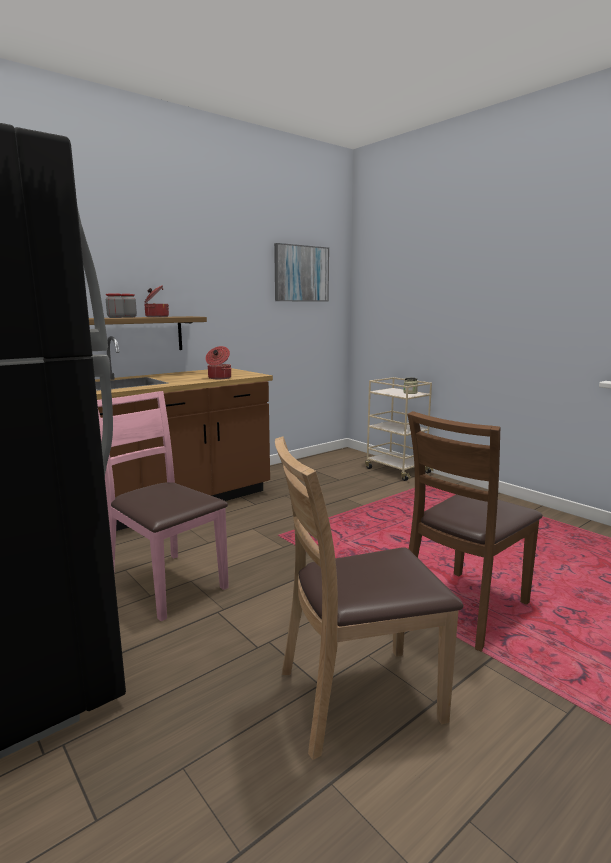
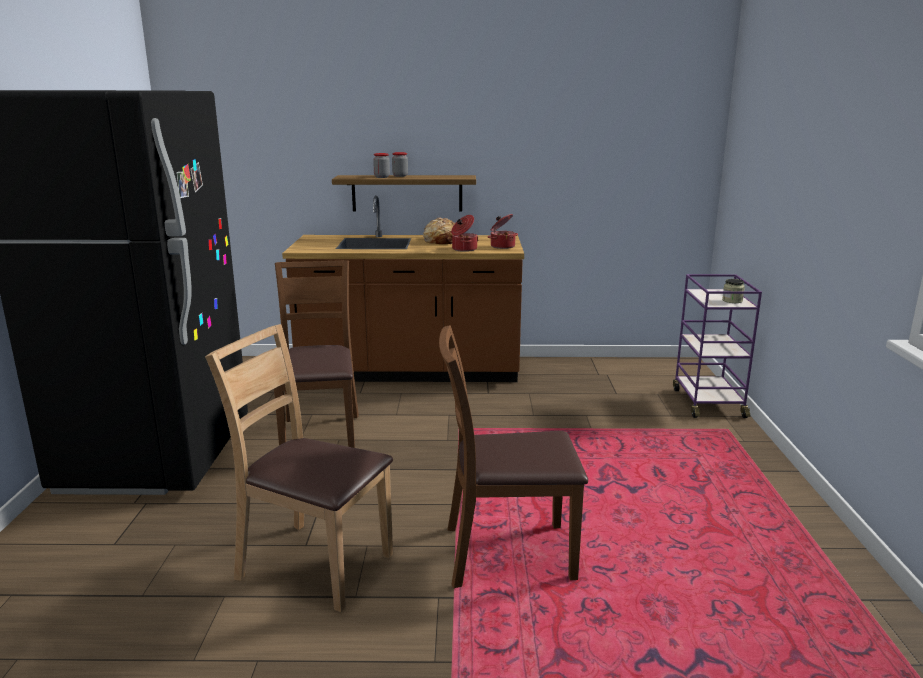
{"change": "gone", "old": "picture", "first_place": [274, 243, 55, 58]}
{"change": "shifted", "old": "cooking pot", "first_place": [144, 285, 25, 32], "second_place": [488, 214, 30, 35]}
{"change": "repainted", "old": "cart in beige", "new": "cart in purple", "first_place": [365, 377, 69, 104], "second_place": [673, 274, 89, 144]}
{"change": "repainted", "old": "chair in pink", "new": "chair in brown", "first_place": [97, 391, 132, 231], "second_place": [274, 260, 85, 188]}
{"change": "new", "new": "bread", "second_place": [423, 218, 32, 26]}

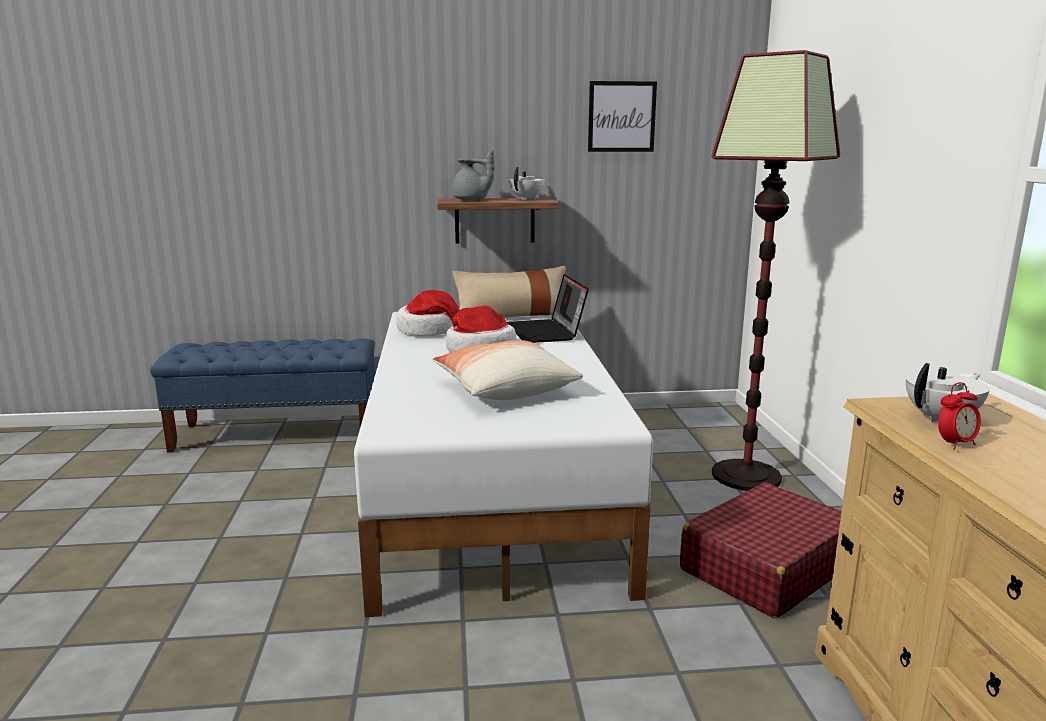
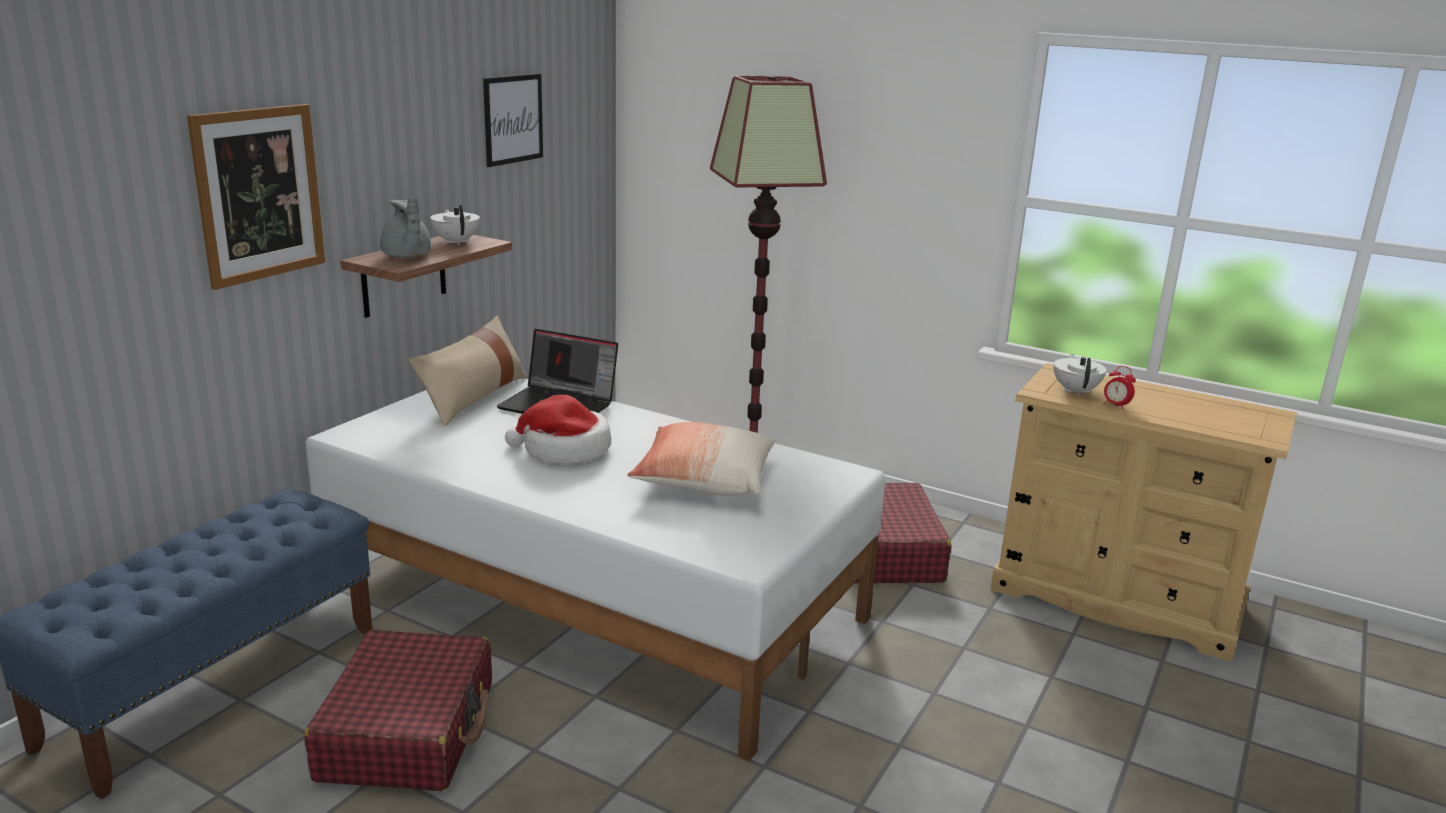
{"change": "rotated", "old": "teapot in grey", "first_place": [452, 150, 43, 50], "second_place": [380, 196, 51, 62], "degrees": 90}
{"change": "gone", "old": "hat", "first_place": [396, 290, 63, 45]}
{"change": "rotated", "old": "alarm clock", "first_place": [938, 382, 43, 68], "second_place": [1104, 366, 32, 44], "degrees": 120}
{"change": "new", "new": "picture", "second_place": [187, 104, 138, 186]}
{"change": "new", "new": "suitcase in red", "second_place": [304, 630, 188, 161]}

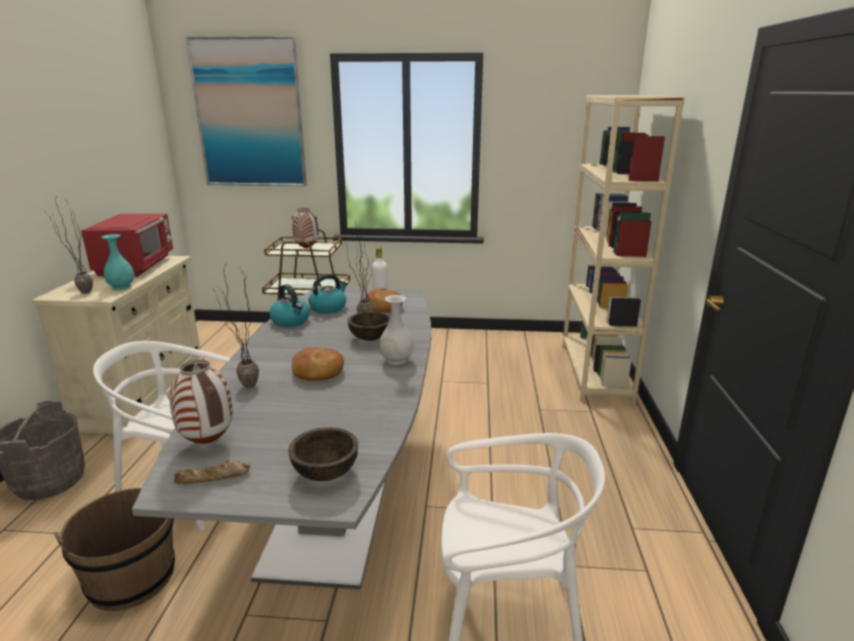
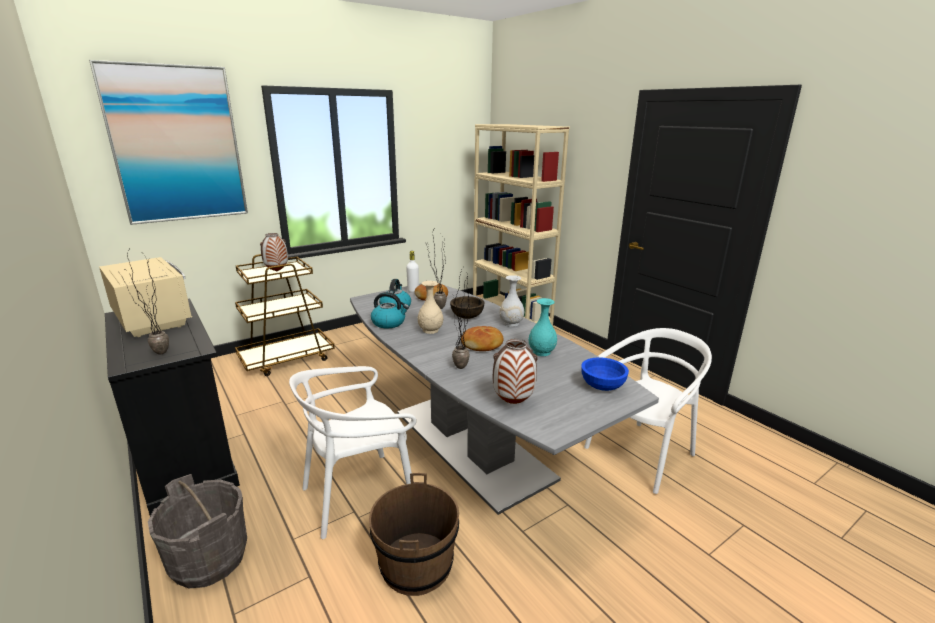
{"change": "repainted", "old": "microwave in red", "new": "microwave in beige", "first_place": [81, 213, 92, 64], "second_place": [99, 257, 93, 80]}
{"change": "shifted", "old": "vase in turquoise", "first_place": [102, 234, 32, 56], "second_place": [529, 298, 28, 58]}
{"change": "repainted", "old": "cabinet in beige", "new": "cabinet in black", "first_place": [31, 256, 174, 178], "second_place": [105, 298, 135, 218]}
{"change": "repainted", "old": "bowl in brown", "new": "bowl in blue", "first_place": [288, 427, 70, 54], "second_place": [581, 357, 48, 34]}
{"change": "gone", "old": "bread", "first_place": [174, 460, 76, 24]}
{"change": "new", "new": "vase in beige", "second_place": [418, 281, 25, 53]}

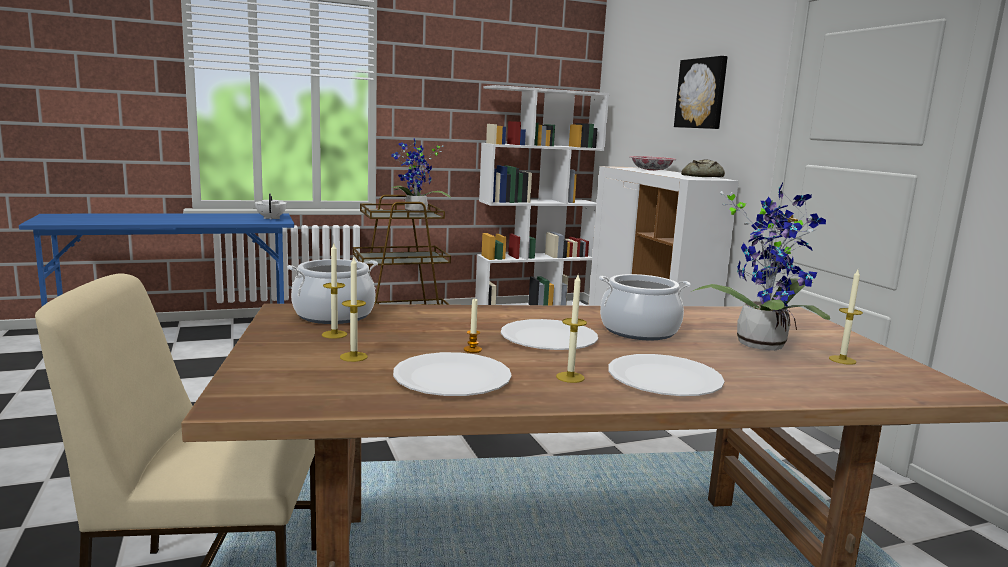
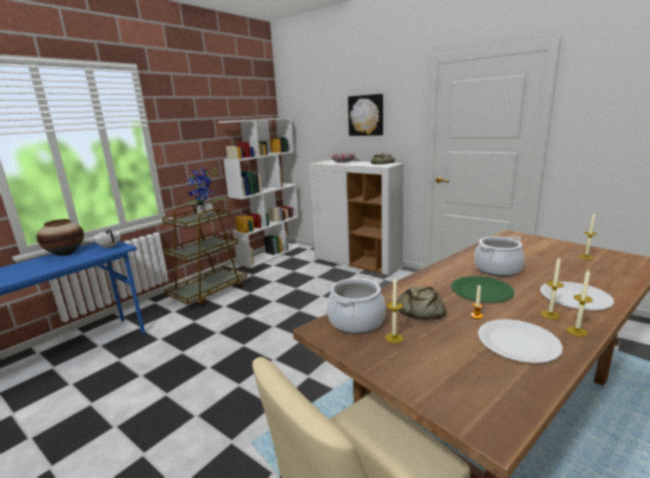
{"change": "gone", "old": "potted plant", "first_place": [691, 182, 139, 169]}
{"change": "shifted", "old": "candle", "first_place": [340, 257, 28, 105], "second_place": [566, 269, 27, 68]}
{"change": "repainted", "old": "plate in white", "new": "plate in green", "first_place": [501, 319, 97, 31], "second_place": [451, 276, 63, 27]}
{"change": "new", "new": "vase", "second_place": [37, 219, 47, 37]}
{"change": "new", "new": "bread", "second_place": [397, 287, 49, 33]}

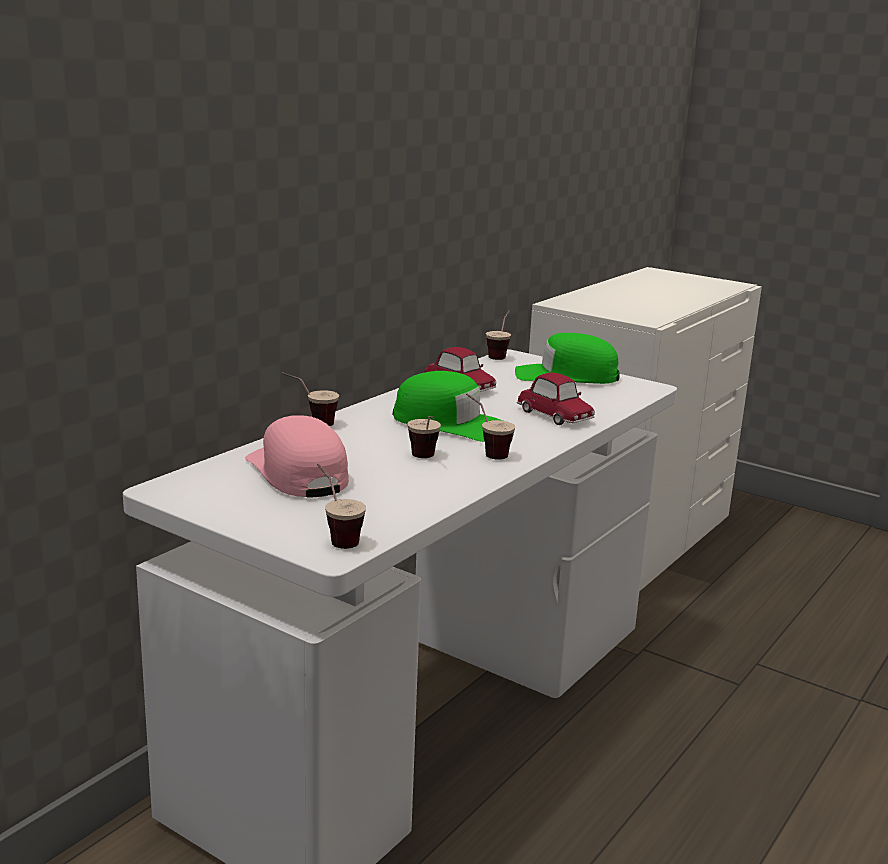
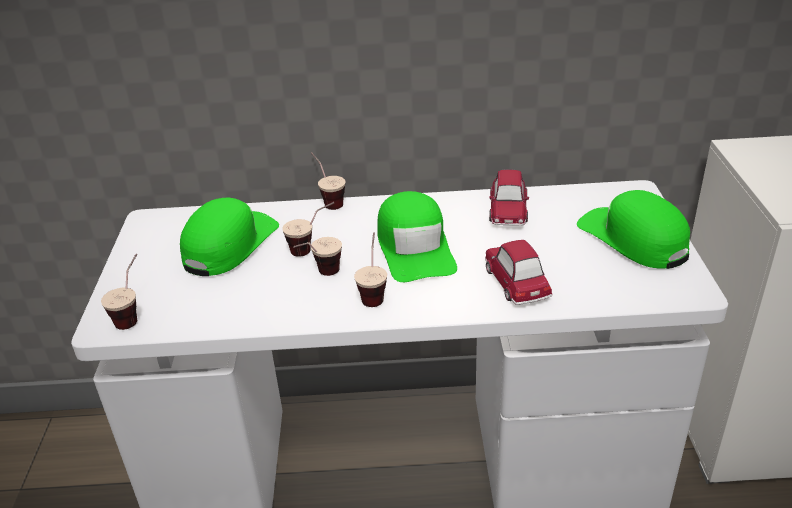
{"change": "shifted", "old": "cup", "first_place": [486, 310, 25, 50], "second_place": [282, 202, 52, 55]}
{"change": "rotated", "old": "toy car", "first_place": [517, 373, 78, 52], "second_place": [485, 240, 68, 65], "degrees": 150}
{"change": "repainted", "old": "cap in pink", "new": "cap in green", "first_place": [245, 415, 104, 83], "second_place": [180, 197, 99, 79]}

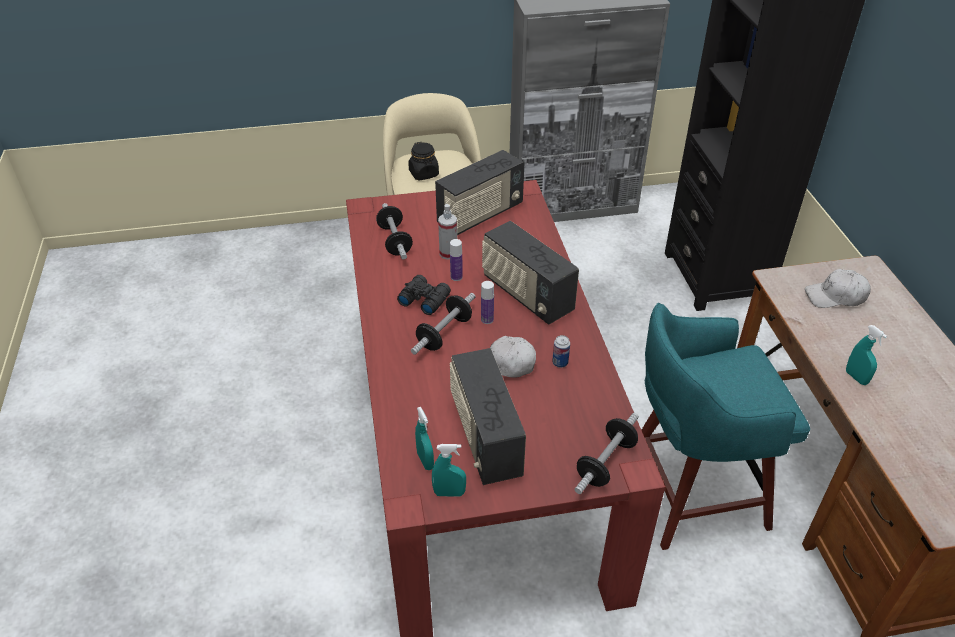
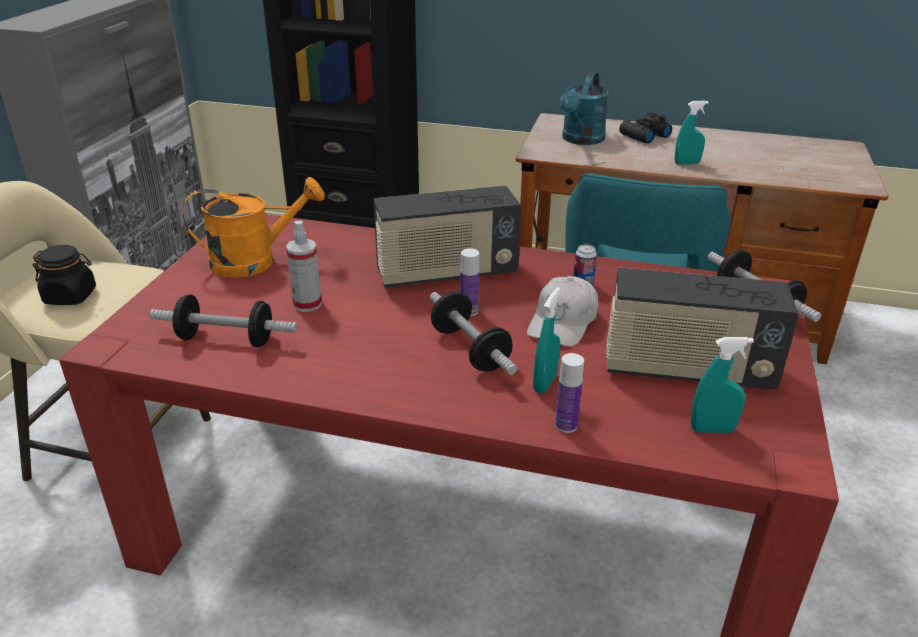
{"change": "swapped", "old": "radio", "new": "watering can in orange", "first_place": [435, 150, 89, 85], "second_place": [182, 177, 143, 101]}
{"change": "shifted", "old": "bottle", "first_place": [450, 239, 13, 42], "second_place": [555, 353, 29, 80]}
{"change": "swapped", "old": "cap in white", "new": "watering can in turquoise", "first_place": [805, 269, 66, 39], "second_place": [559, 72, 50, 73]}
{"change": "shifted", "old": "binoculars in black", "first_place": [397, 275, 54, 40], "second_place": [619, 112, 53, 31]}
{"change": "shifted", "old": "spray bottle in turquoise", "first_place": [432, 444, 34, 53], "second_place": [533, 287, 28, 106]}

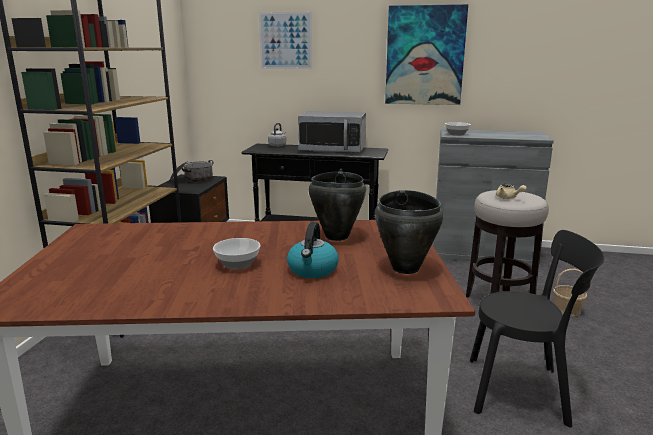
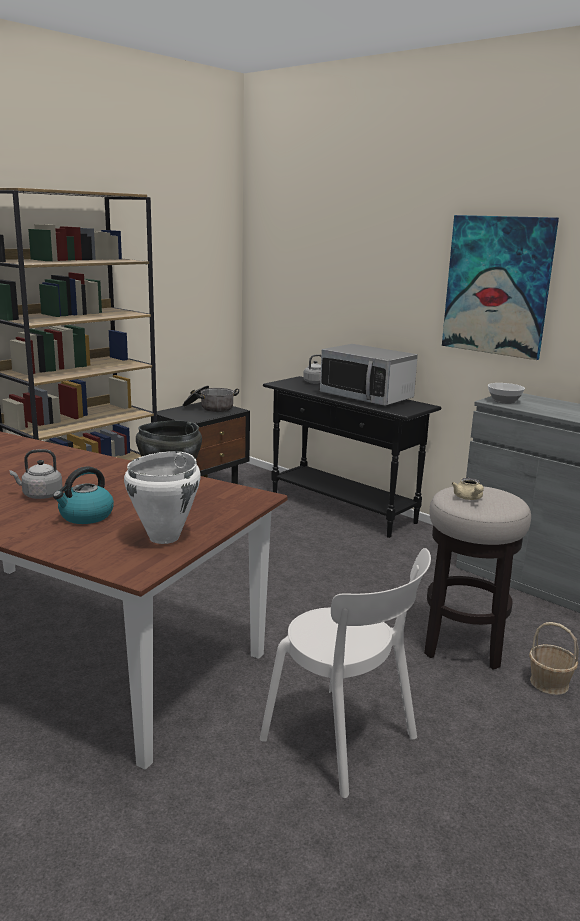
{"change": "gone", "old": "picture", "first_place": [259, 12, 53, 57]}
{"change": "repainted", "old": "cooking pot in black", "new": "cooking pot in white", "first_place": [375, 190, 68, 84], "second_place": [124, 451, 76, 93]}
{"change": "repainted", "old": "chair in black", "new": "chair in white", "first_place": [470, 230, 134, 198], "second_place": [260, 548, 171, 250]}
{"change": "swapped", "old": "bowl", "new": "kettle in grey", "first_place": [213, 238, 48, 32], "second_place": [10, 449, 53, 50]}

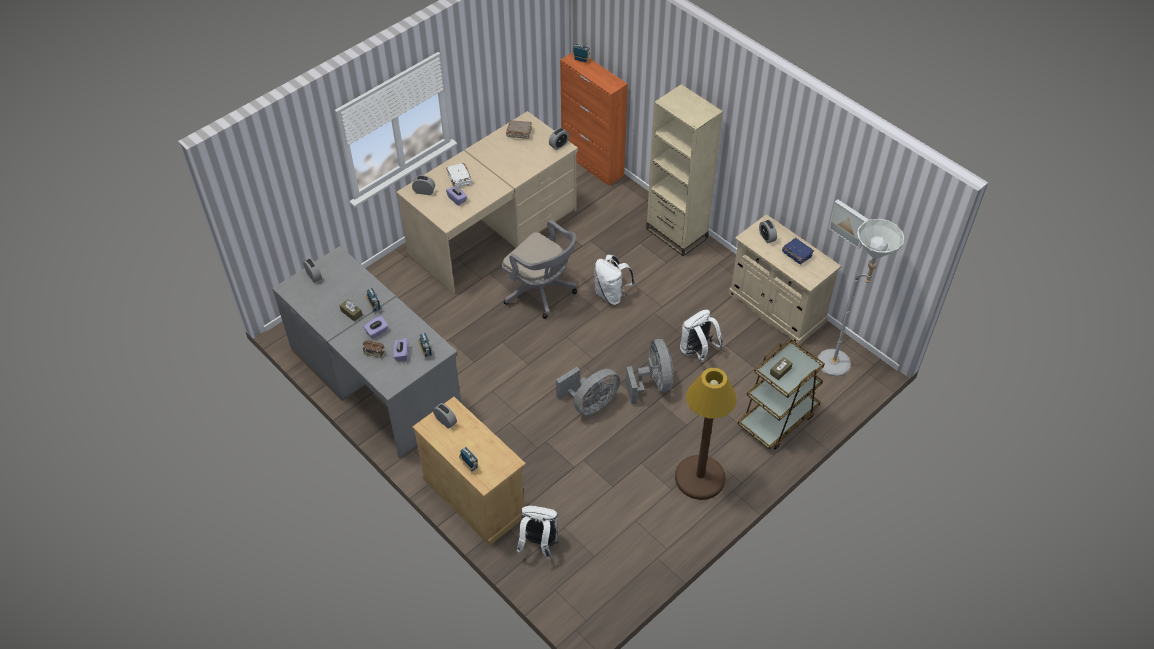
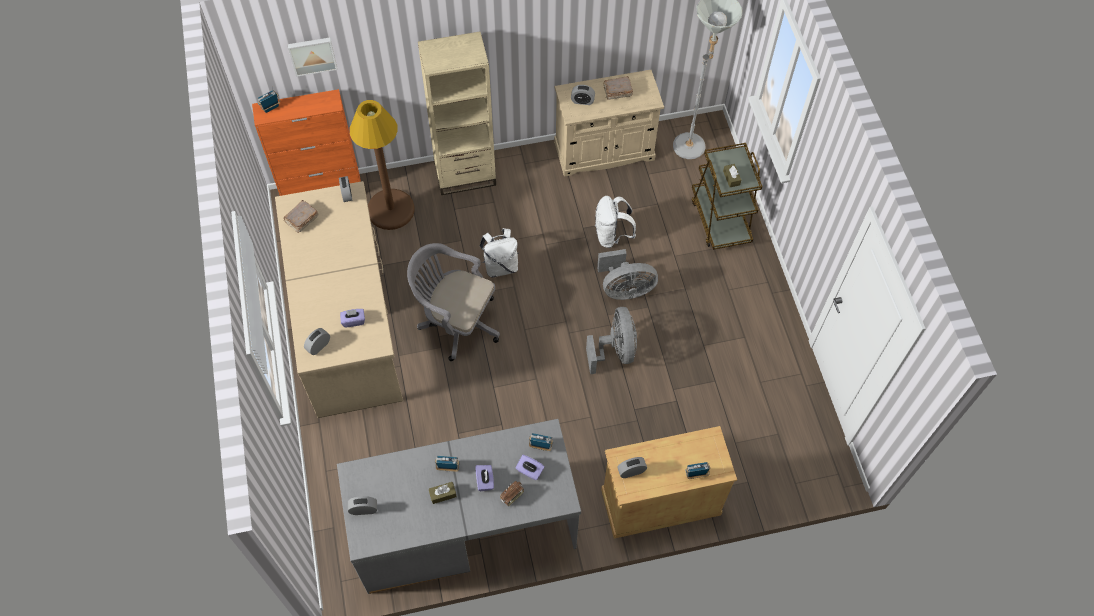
{"change": "gone", "old": "book in white", "first_place": [446, 163, 26, 25]}
{"change": "shifted", "old": "picture", "first_place": [828, 199, 41, 50], "second_place": [287, 38, 51, 39]}
{"change": "rotated", "old": "office chair in grey", "first_place": [502, 220, 75, 99], "second_place": [407, 243, 93, 118], "degrees": -135}
{"change": "repainted", "old": "book in blue", "new": "book in brown", "first_place": [782, 238, 32, 26], "second_place": [604, 76, 29, 24]}
{"change": "rotated", "old": "fan in grey", "first_place": [626, 339, 48, 66], "second_place": [597, 249, 61, 51], "degrees": 150}
{"change": "shifted", "old": "floor lamp in brown", "first_place": [675, 368, 62, 132], "second_place": [350, 100, 65, 130]}
{"change": "gone", "old": "backpack in white", "first_place": [517, 506, 42, 53]}

